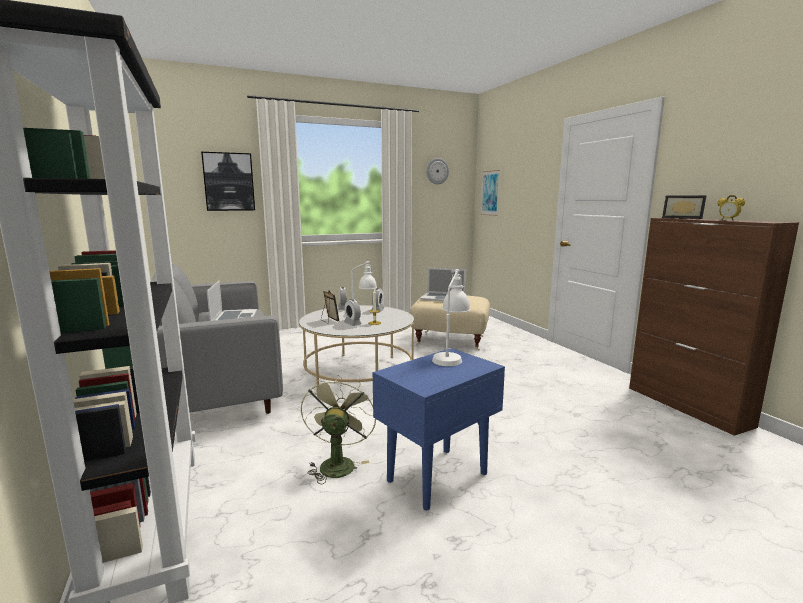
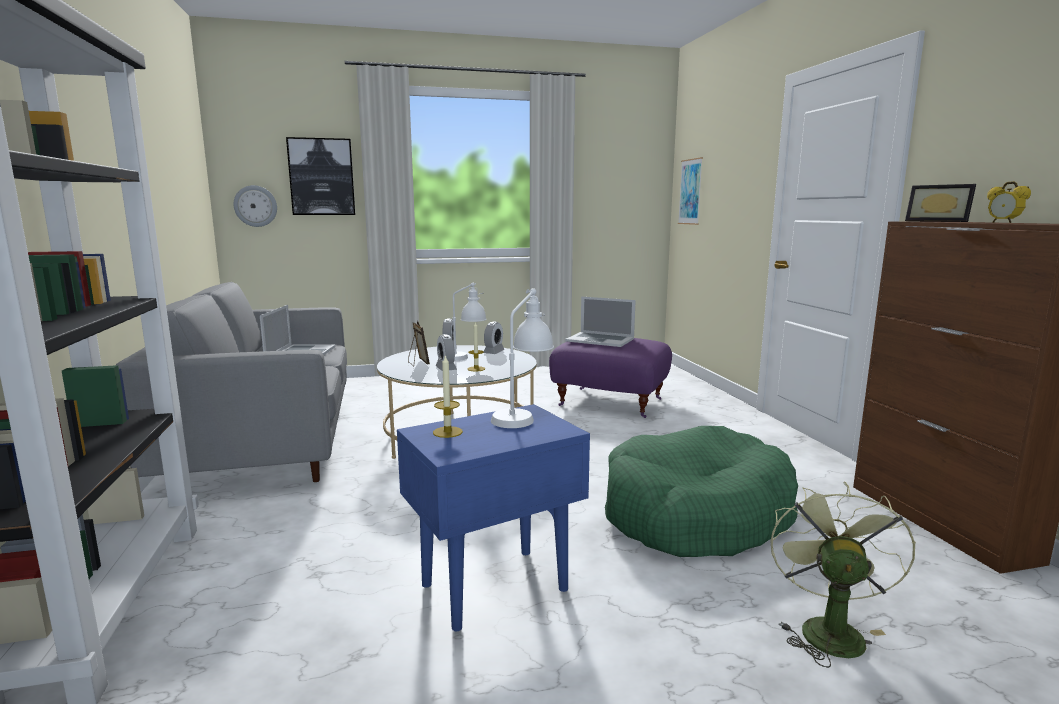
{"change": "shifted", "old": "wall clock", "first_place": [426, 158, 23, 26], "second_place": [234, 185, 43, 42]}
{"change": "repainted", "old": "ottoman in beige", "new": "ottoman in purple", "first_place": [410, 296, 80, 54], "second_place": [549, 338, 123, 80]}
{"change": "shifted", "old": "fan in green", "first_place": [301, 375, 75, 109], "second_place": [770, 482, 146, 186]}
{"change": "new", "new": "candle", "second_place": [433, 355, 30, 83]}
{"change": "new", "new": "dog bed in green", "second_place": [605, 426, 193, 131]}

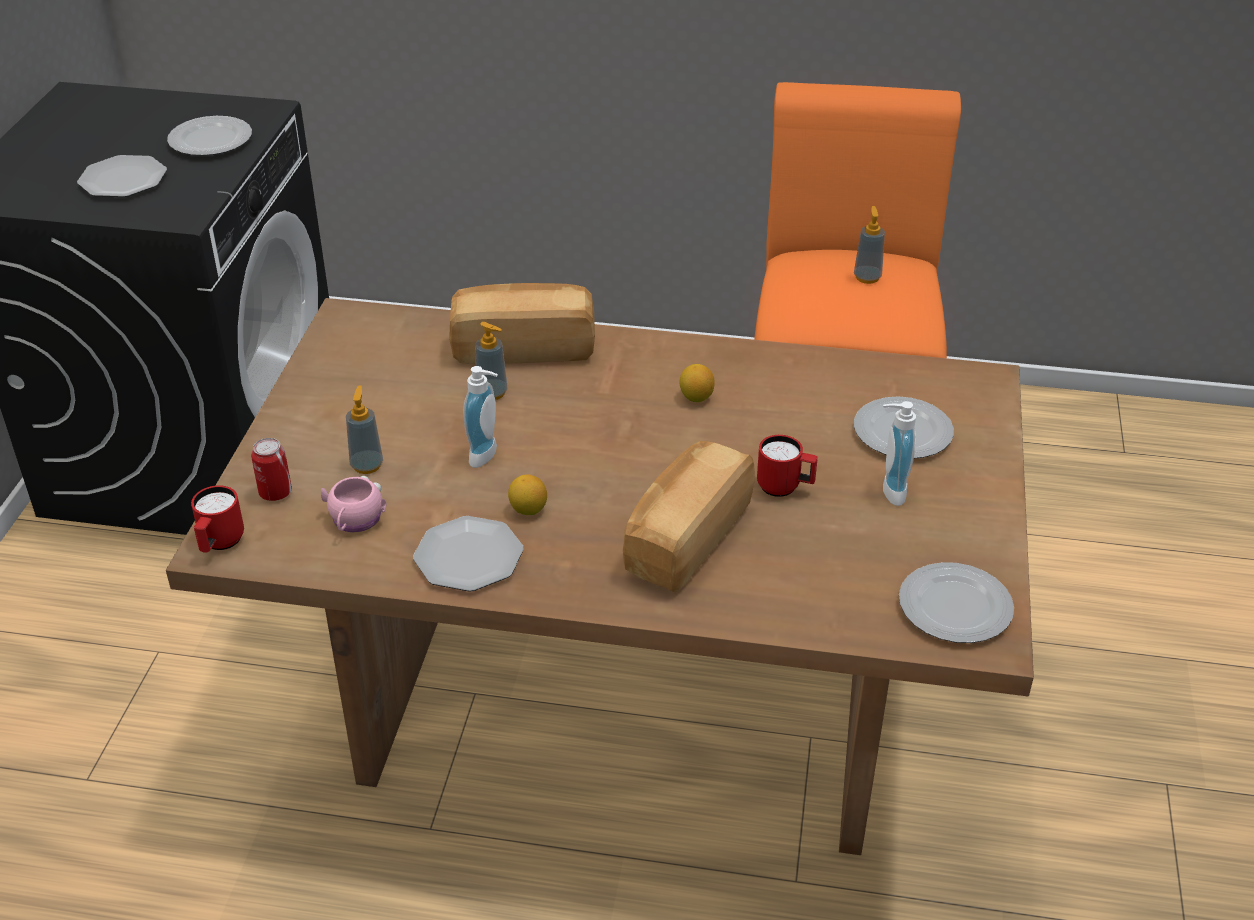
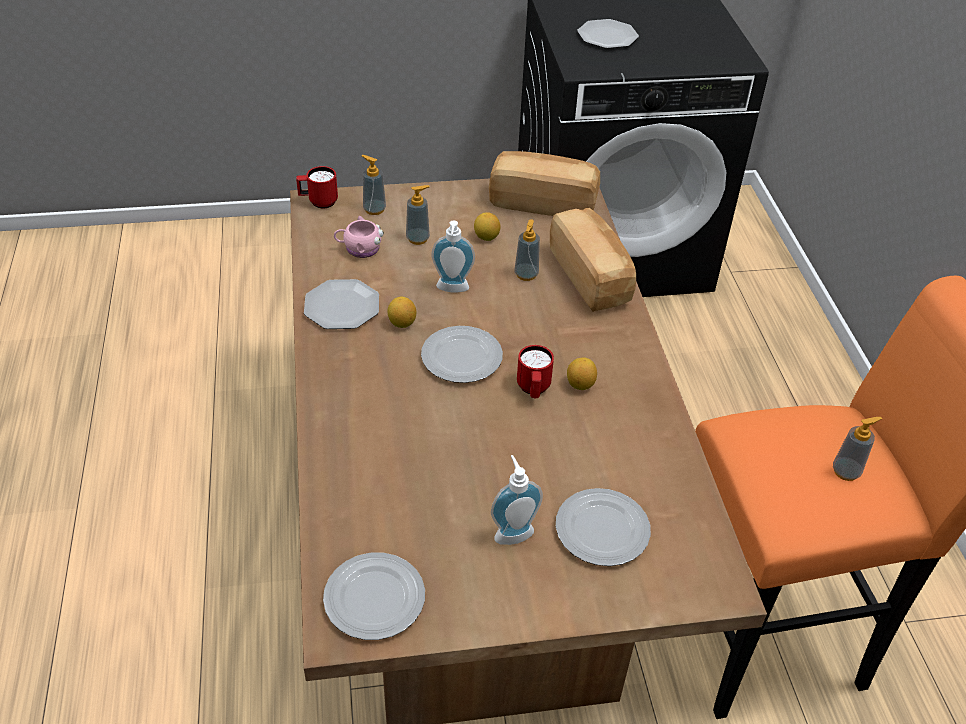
{"change": "shifted", "old": "plate", "first_place": [167, 116, 85, 40], "second_place": [421, 326, 82, 57]}
{"change": "shifted", "old": "mug in red", "first_place": [757, 435, 61, 62], "second_place": [517, 345, 37, 53]}
{"change": "swapped", "old": "can", "new": "soap dispenser", "first_place": [251, 438, 41, 63], "second_place": [362, 155, 24, 60]}
{"change": "shifted", "old": "bread", "first_place": [623, 441, 132, 152], "second_place": [489, 151, 111, 65]}
{"change": "new", "new": "lemon", "second_place": [474, 212, 27, 29]}

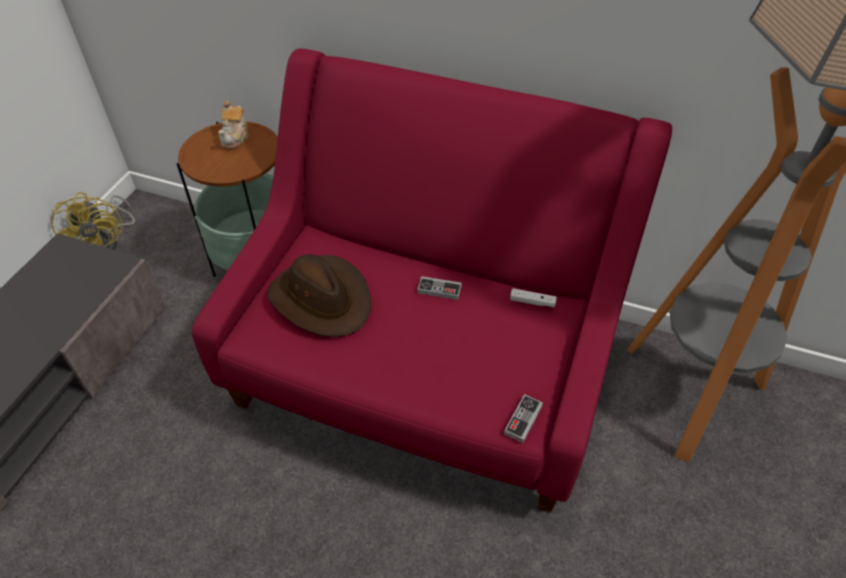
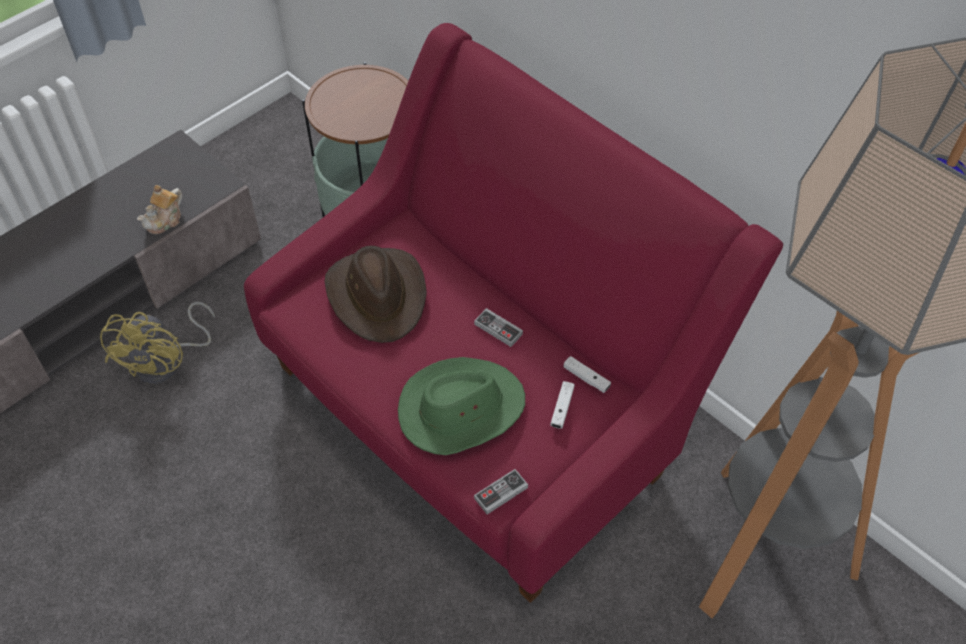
{"change": "shifted", "old": "teapot", "first_place": [218, 101, 31, 48], "second_place": [137, 185, 45, 49]}
{"change": "shifted", "old": "fan in yellow", "first_place": [51, 192, 84, 58], "second_place": [100, 302, 115, 82]}
{"change": "new", "new": "hat in green", "second_place": [398, 357, 127, 98]}
{"change": "new", "new": "game controller in white", "second_place": [550, 381, 25, 48]}

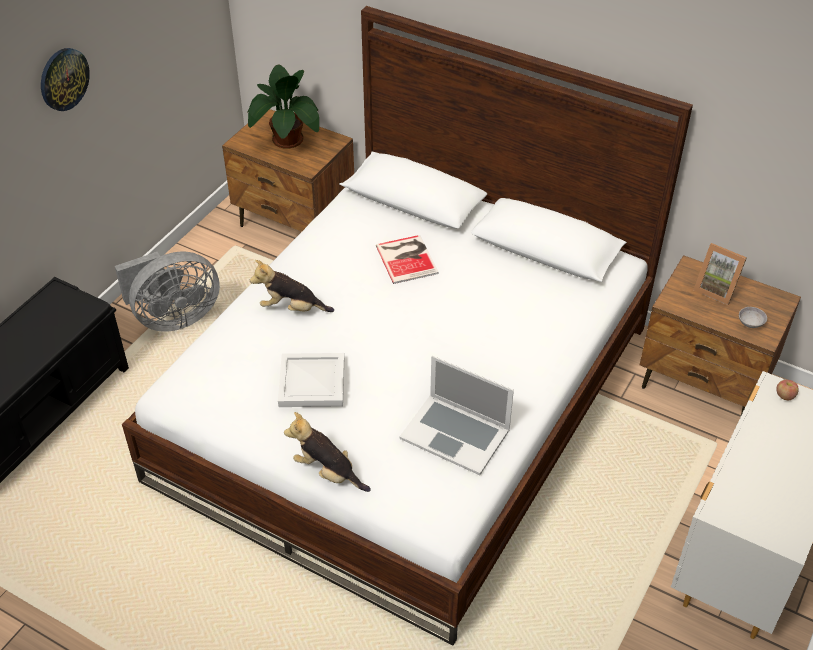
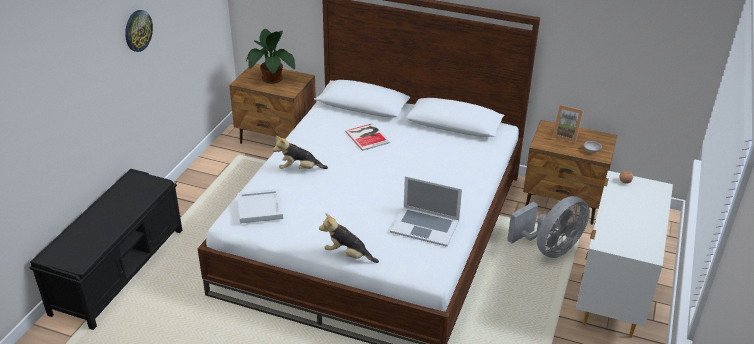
{"change": "shifted", "old": "fan in grey", "first_place": [115, 252, 105, 80], "second_place": [507, 196, 83, 62]}
{"change": "shifted", "old": "tray in white", "first_place": [278, 353, 66, 54], "second_place": [238, 189, 45, 35]}

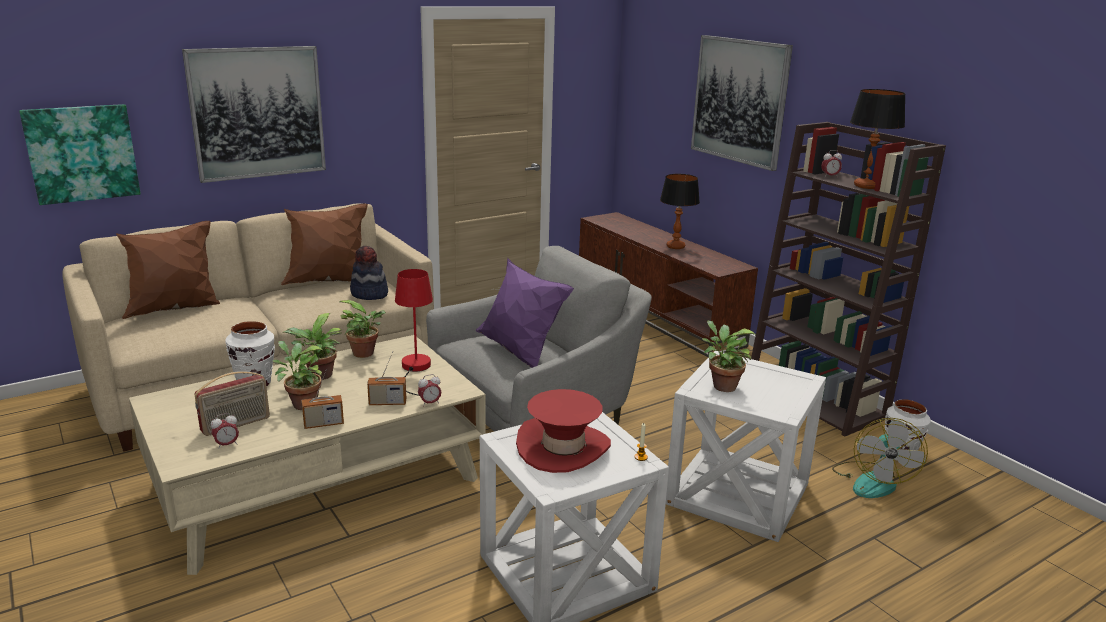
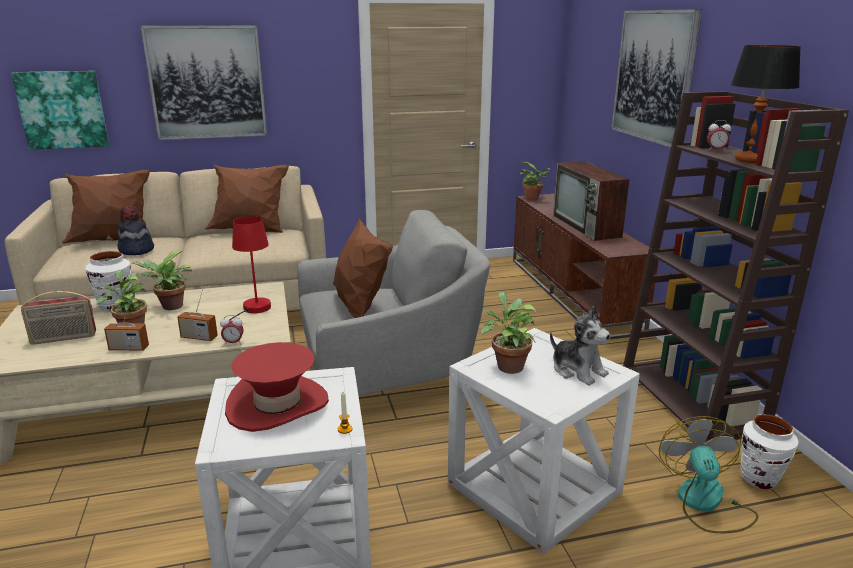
{"change": "swapped", "old": "table lamp", "new": "television", "first_place": [660, 174, 40, 75], "second_place": [553, 161, 76, 80]}
{"change": "shifted", "old": "hat", "first_place": [350, 246, 38, 54], "second_place": [118, 205, 36, 50]}
{"change": "repainted", "old": "pillow in purple", "new": "pillow in brown", "first_place": [476, 258, 98, 110], "second_place": [333, 216, 60, 102]}
{"change": "shifted", "old": "potted plant", "first_place": [340, 300, 46, 58], "second_place": [520, 162, 30, 38]}
{"change": "gone", "old": "alarm clock", "first_place": [211, 413, 28, 36]}
{"change": "rotated", "old": "fan", "first_place": [832, 418, 96, 80], "second_place": [659, 416, 99, 118], "degrees": 150}
{"change": "new", "new": "plush toy", "second_place": [550, 306, 61, 80]}

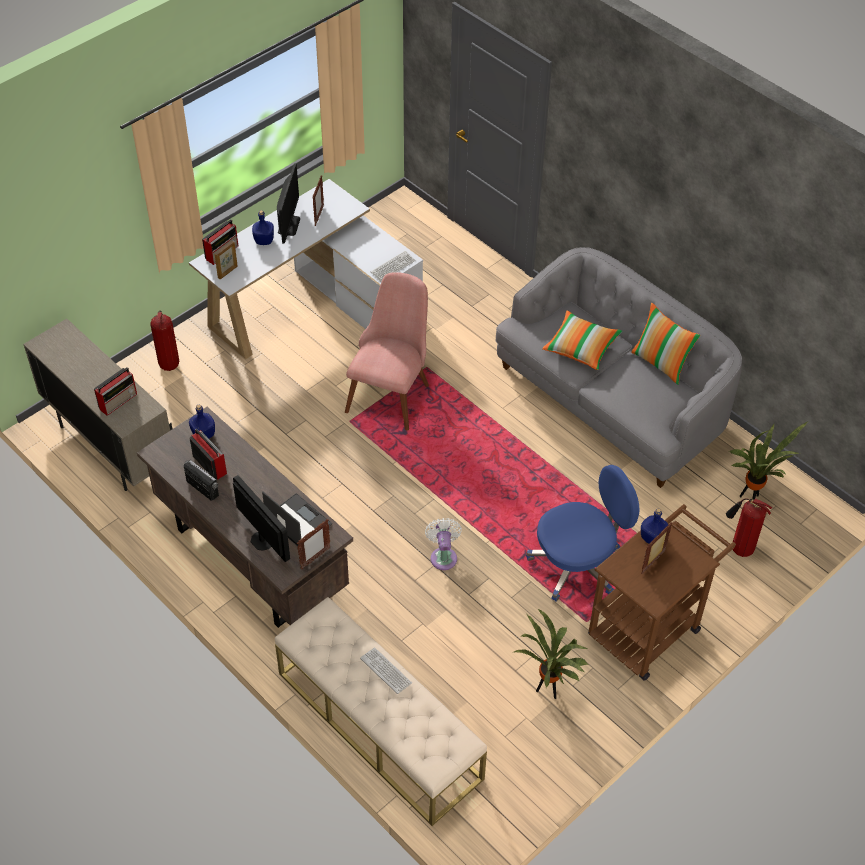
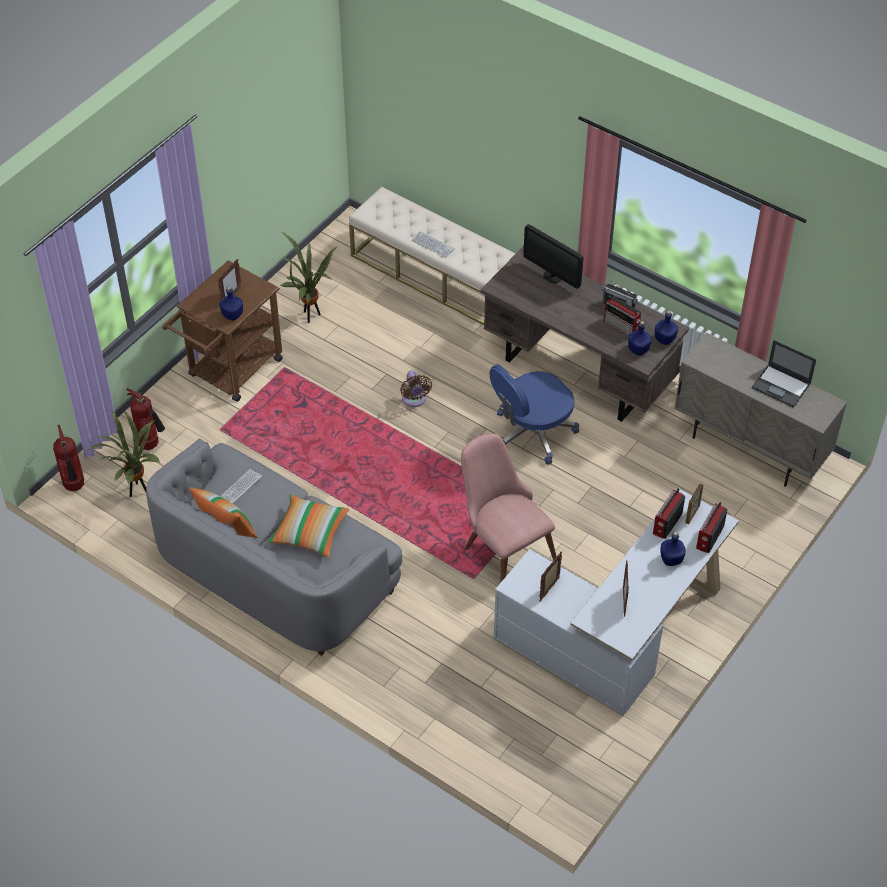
{"change": "gone", "old": "monitor", "first_place": [277, 163, 23, 81]}
{"change": "shifted", "old": "keyboard", "first_place": [371, 251, 44, 30], "second_place": [220, 469, 42, 35]}
{"change": "rotated", "old": "chair in pink", "first_place": [345, 272, 84, 159], "second_place": [461, 434, 96, 149], "degrees": 135}
{"change": "shifted", "old": "fire extinguisher", "first_place": [150, 310, 29, 61], "second_place": [53, 425, 31, 66]}
{"change": "shifted", "old": "radio", "first_place": [94, 367, 43, 49], "second_place": [653, 488, 32, 51]}
{"change": "shifted", "old": "office chair in blue", "first_place": [526, 465, 114, 137], "second_place": [490, 364, 89, 100]}
{"change": "shifted", "old": "laptop", "first_place": [262, 491, 70, 55], "second_place": [752, 340, 64, 68]}
{"change": "repainted", "old": "fan in white", "new": "fan in brown", "first_place": [425, 518, 37, 52], "second_place": [400, 370, 32, 37]}
{"change": "shifted", "old": "picture frame", "first_place": [297, 519, 34, 50], "second_place": [539, 551, 23, 51]}
{"change": "new", "new": "bottle in blue", "second_place": [655, 311, 23, 34]}

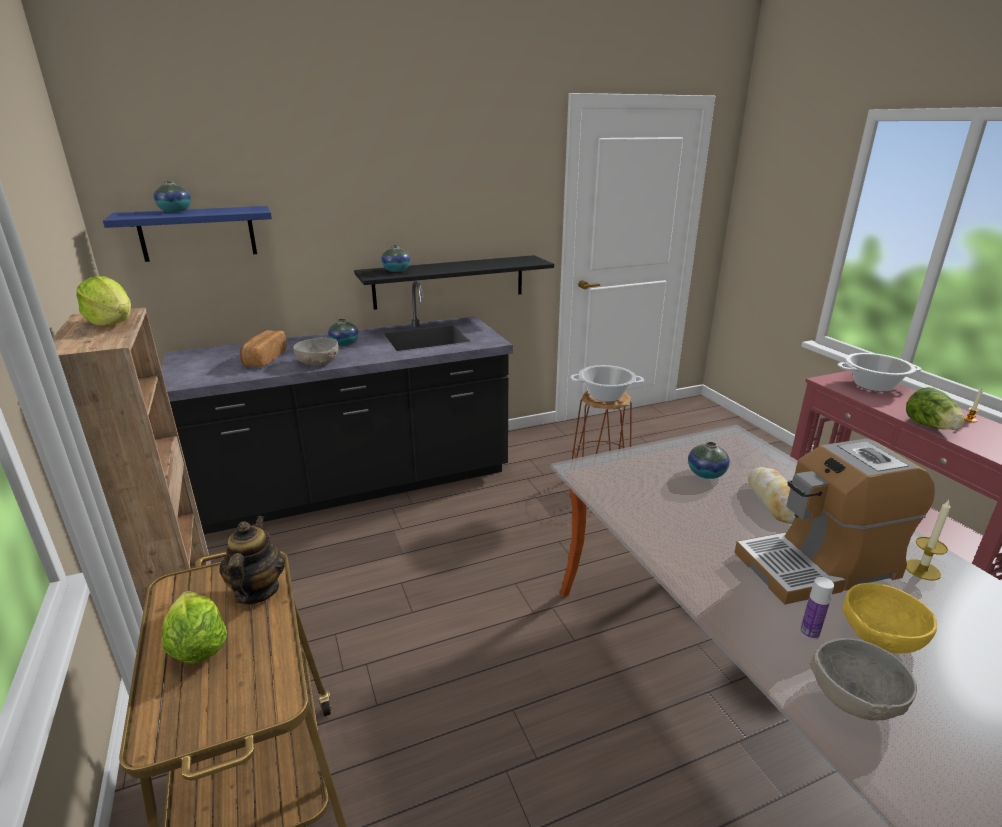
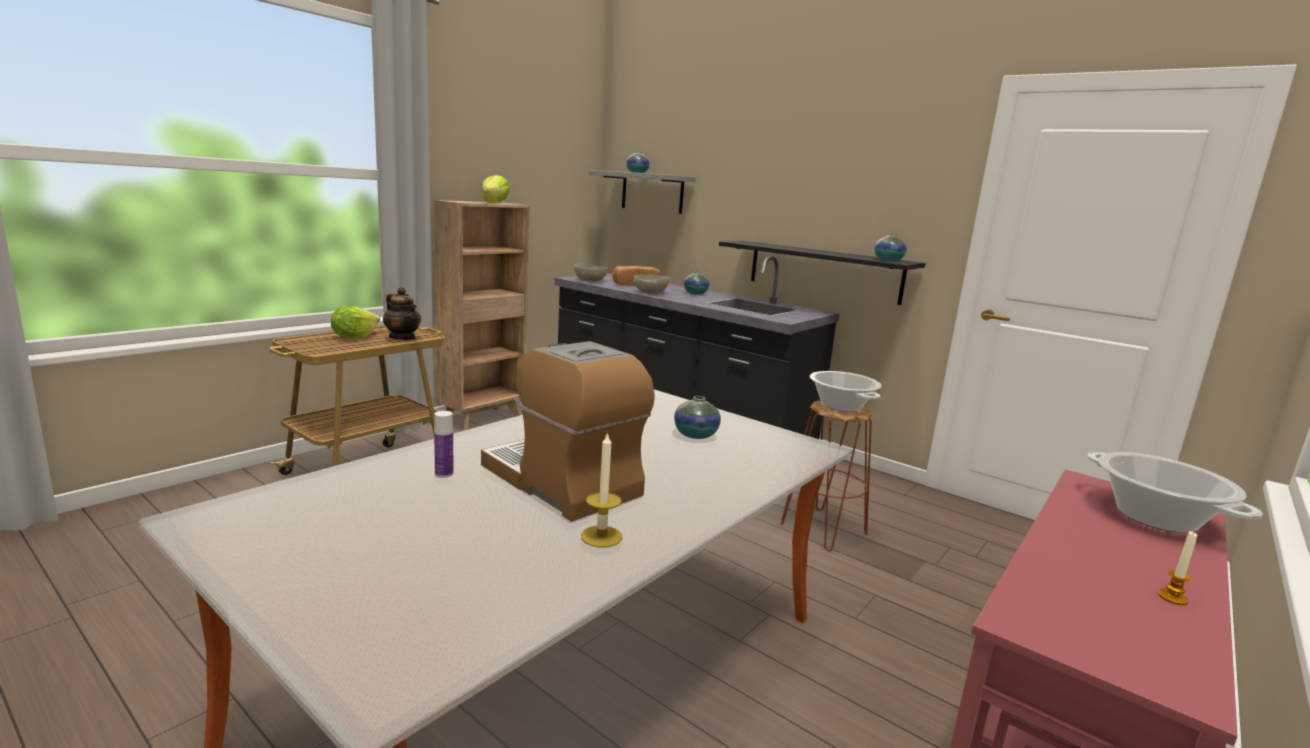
{"change": "repainted", "old": "shelf in blue", "new": "shelf in grey", "first_place": [103, 206, 169, 56], "second_place": [588, 170, 108, 44]}
{"change": "shifted", "old": "vase", "first_place": [381, 245, 29, 27], "second_place": [874, 233, 33, 28]}
{"change": "gone", "old": "lettuce", "first_place": [906, 387, 59, 43]}
{"change": "gone", "old": "bread", "first_place": [748, 467, 47, 57]}
{"change": "rotated", "old": "teapot", "first_place": [219, 516, 66, 89], "second_place": [383, 287, 38, 53], "degrees": 75}
{"change": "gone", "old": "bowl in yellow", "first_place": [842, 583, 95, 70]}
{"change": "shifted", "old": "bowl in grey", "first_place": [810, 638, 107, 82], "second_place": [574, 264, 34, 18]}

